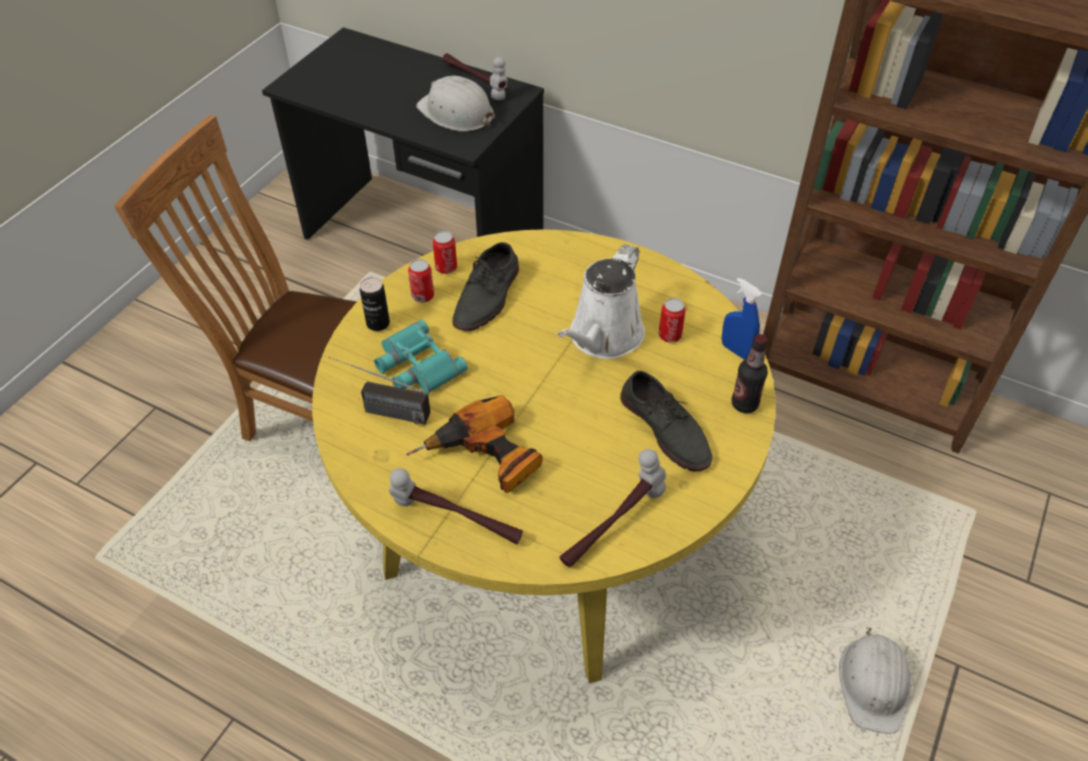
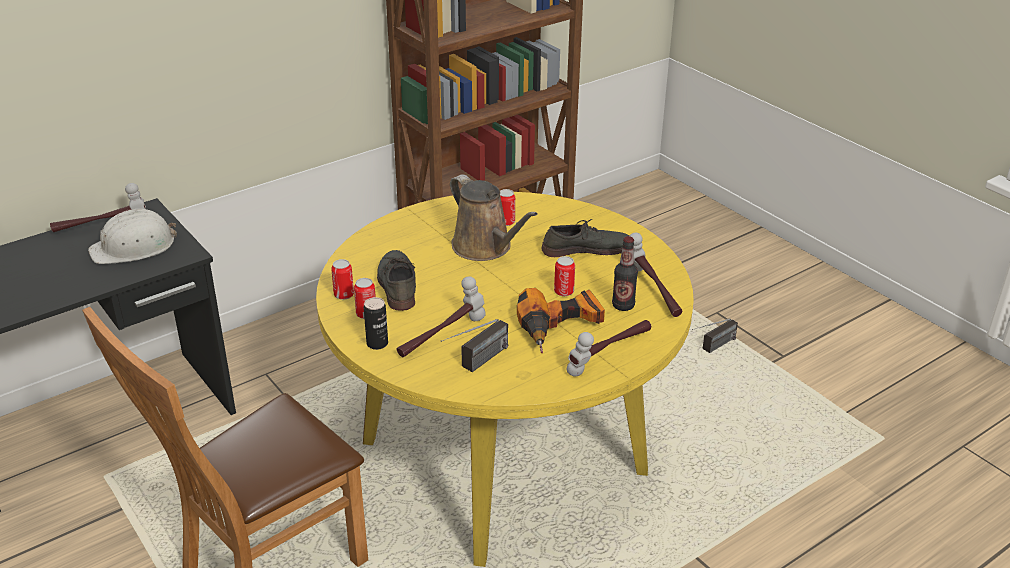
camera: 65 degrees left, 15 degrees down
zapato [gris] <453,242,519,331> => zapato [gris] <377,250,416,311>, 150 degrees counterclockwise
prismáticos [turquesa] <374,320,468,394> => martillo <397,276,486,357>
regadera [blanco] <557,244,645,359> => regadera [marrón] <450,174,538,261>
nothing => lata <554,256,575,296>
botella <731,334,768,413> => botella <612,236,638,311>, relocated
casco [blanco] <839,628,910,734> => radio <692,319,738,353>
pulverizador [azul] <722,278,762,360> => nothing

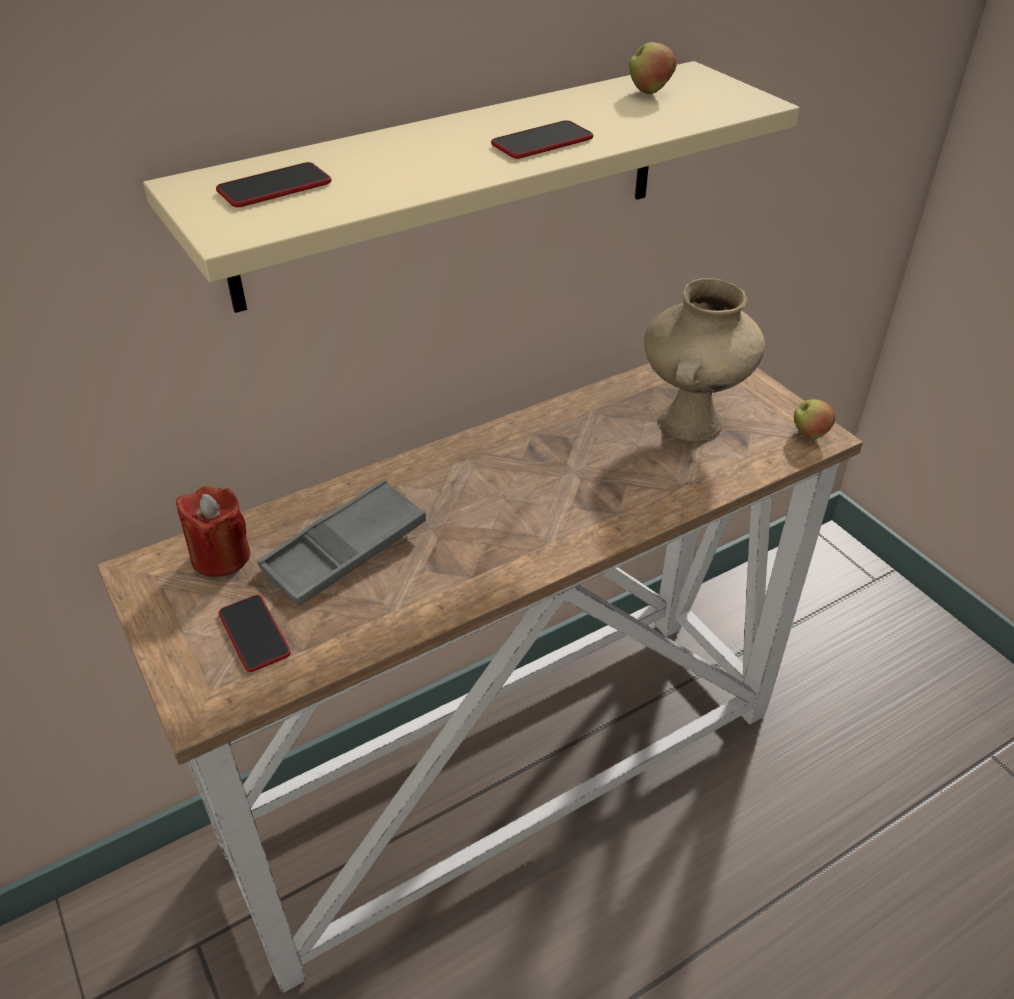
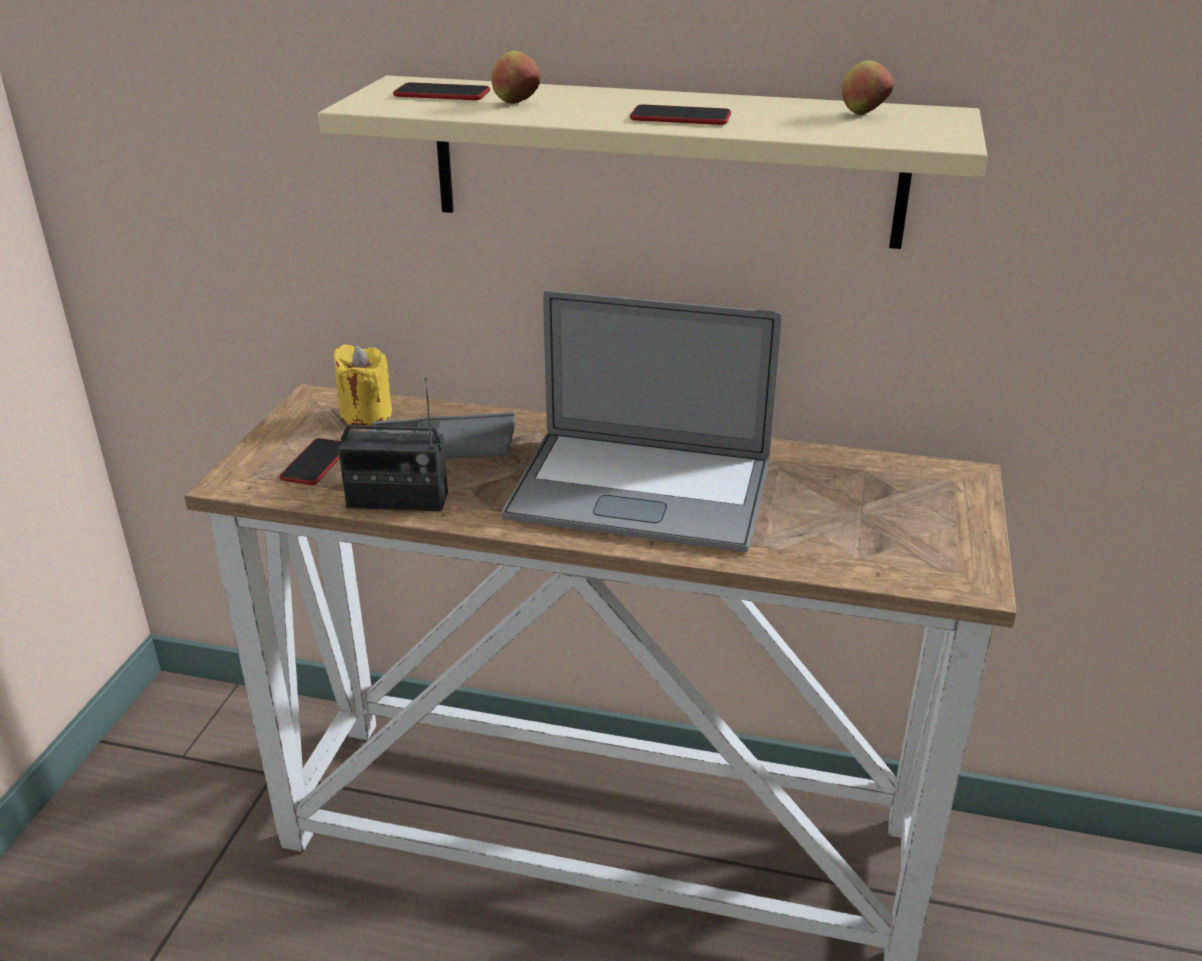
camera: 45 degrees right, 10 degrees down
vela [rojo] <176,486,250,577> => vela [amarillo] <333,344,392,426>
nothing => radio <338,378,448,511>
manzana <794,399,835,439> => manzana <492,51,541,104>, relocated
nothing => portátil <502,290,782,552>
florero [beis] <644,278,765,441> => nothing

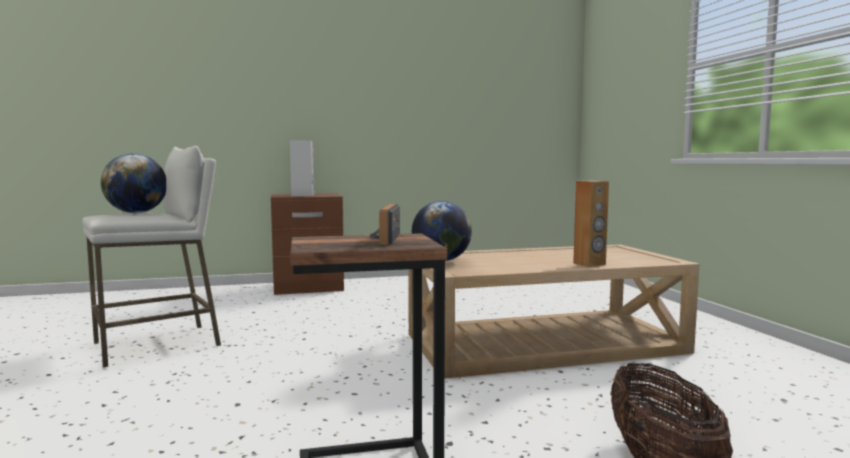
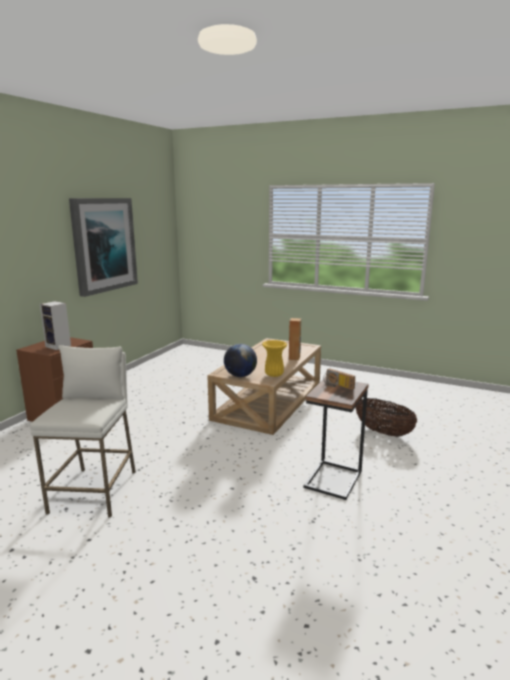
camera: 50 degrees left, 10 degrees up
nothing => cuadro <69,198,138,297>
nothing => florero [amarillo] <262,340,287,377>
globo terráqueo <101,154,166,213> => nothing

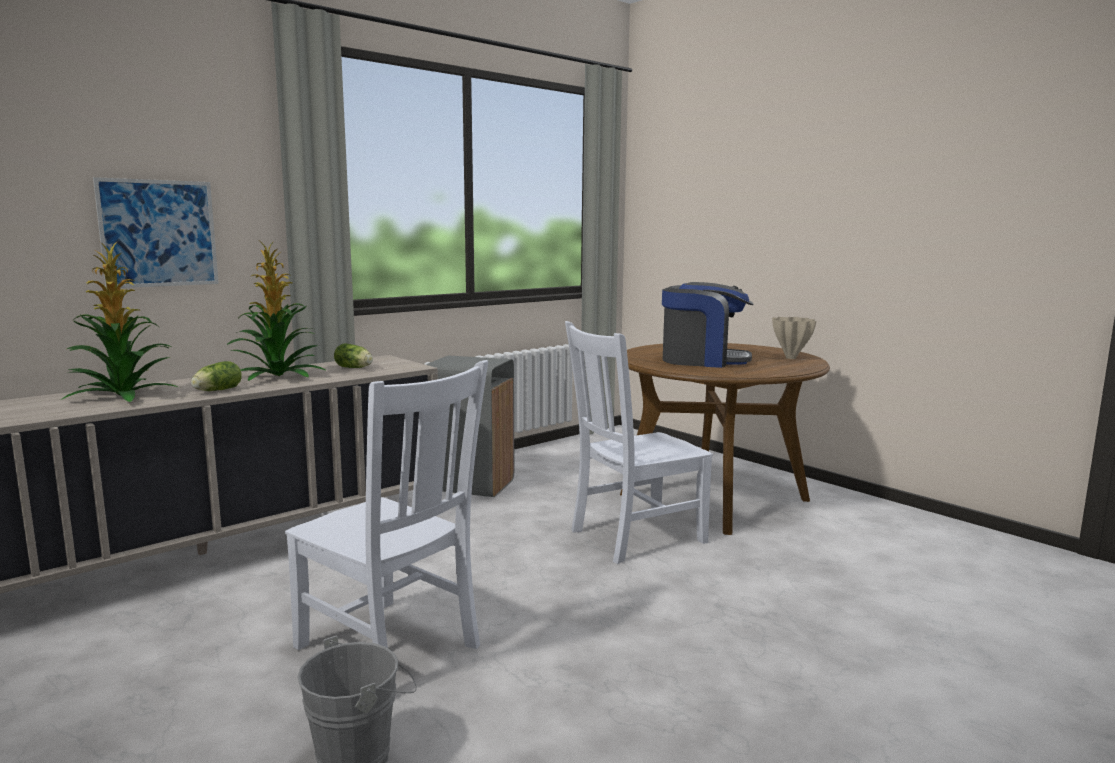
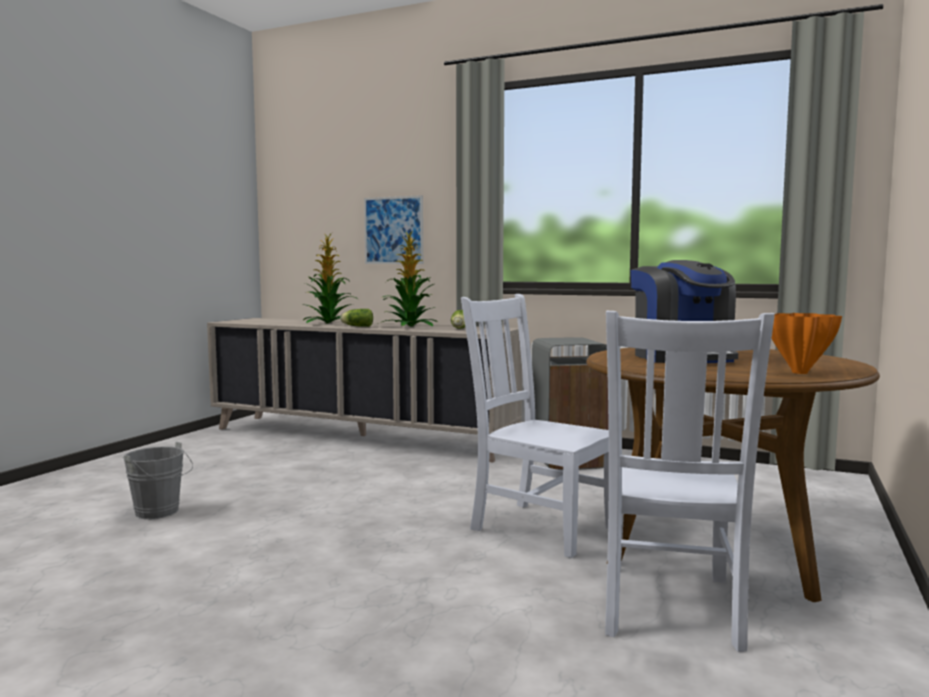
camera: 65 degrees right, 5 degrees down
silla [blanco] <285,360,488,650> => silla [blanco] <605,311,775,652>, relocated
florero [beis] <772,317,816,359> => florero [naranja] <771,313,842,374>

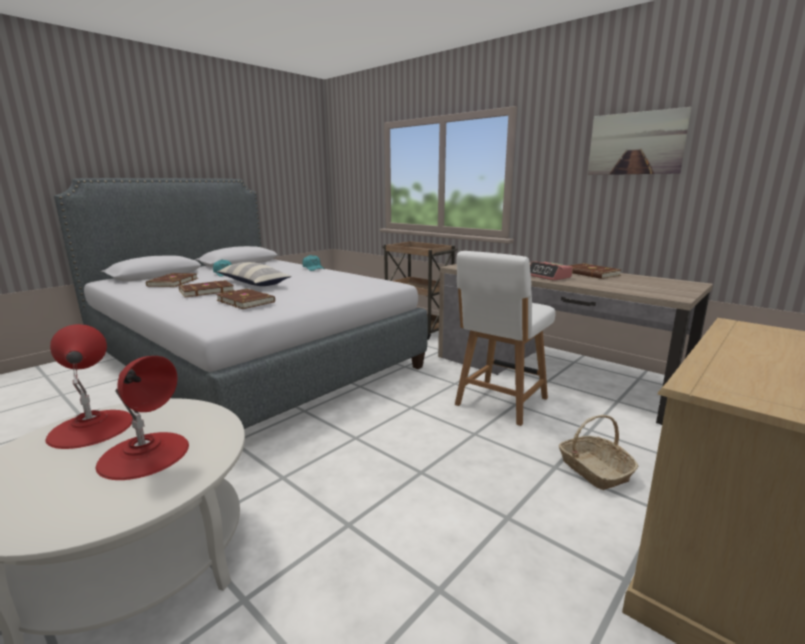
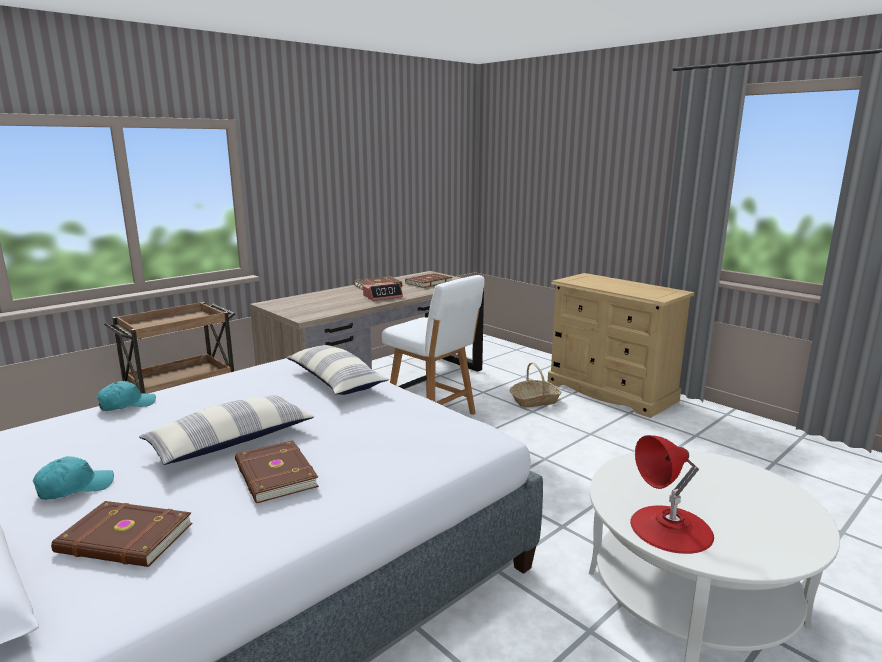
camera: 85 degrees left, 0 degrees up
nothing => cojín <286,345,389,395>
libro [marrón] <216,289,275,309> => libro [marrón] <405,273,453,288>, relocated
lámpara de mesa [rojo] <96,356,189,480> => nothing
cuadro <588,107,692,175> => nothing

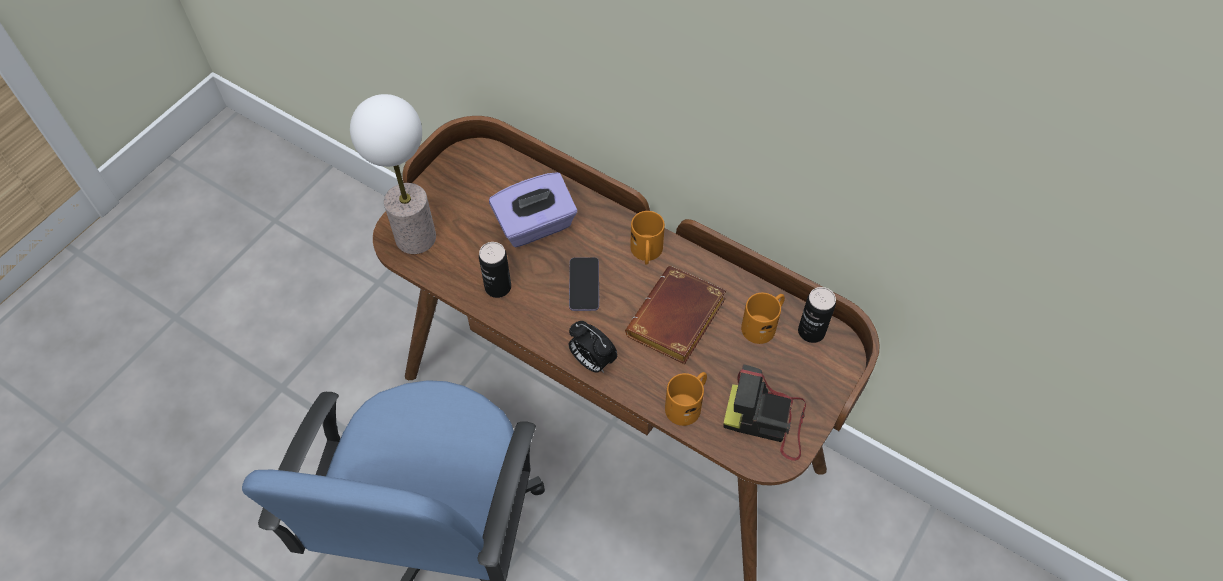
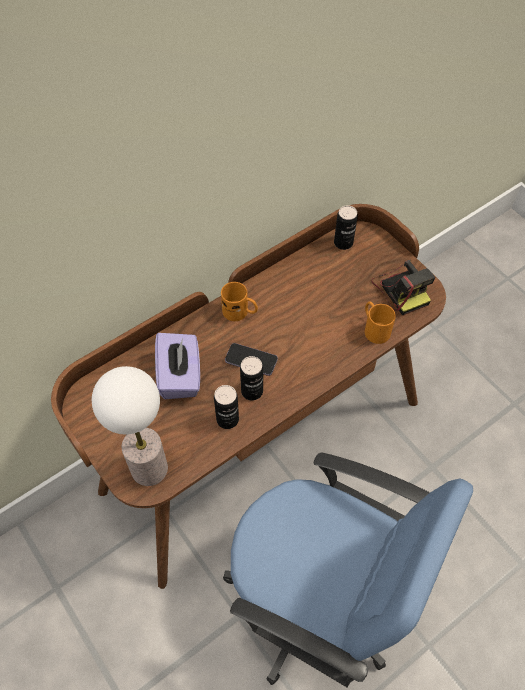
camera: 70 degrees left, 0 degrees up
nothing => lata <240,356,263,401>
cámara <723,364,806,461> => cámara <371,260,435,315>, 60 degrees counterclockwise
despertador <569,321,618,373> => nothing
libro [marrón] <625,266,726,364> => nothing
taza grande [naranja] <741,293,785,344> => nothing

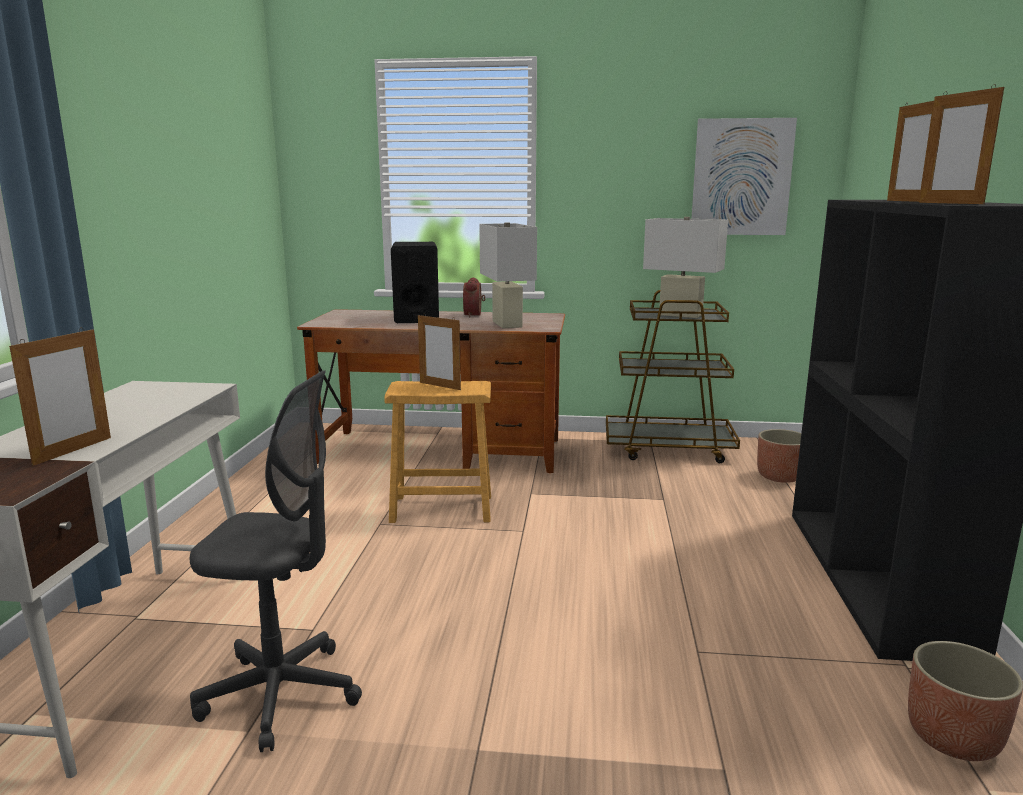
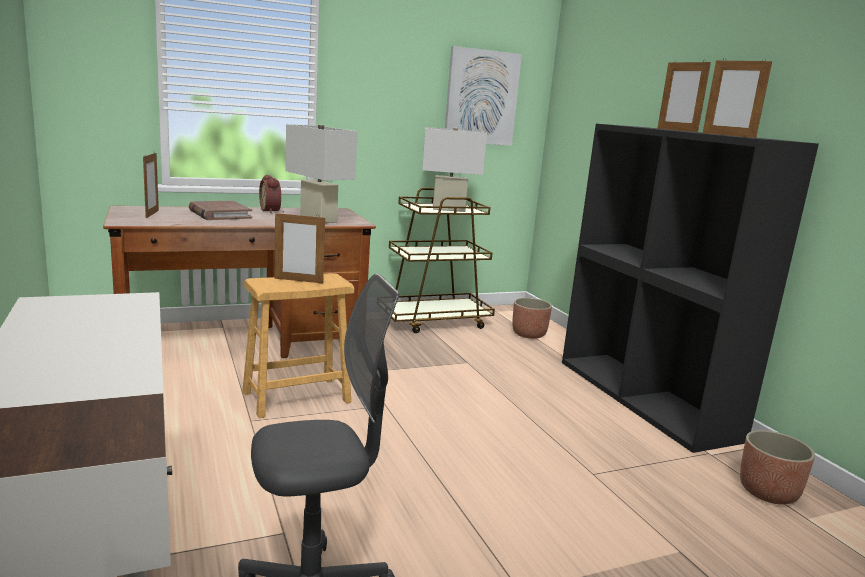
camera: 30 degrees left, 0 degrees up
portarretratos <9,328,111,466> => portarretratos <143,151,159,218>, relocated
altavoz [negro] <391,242,439,323> => libro [marrón] <189,200,252,220>

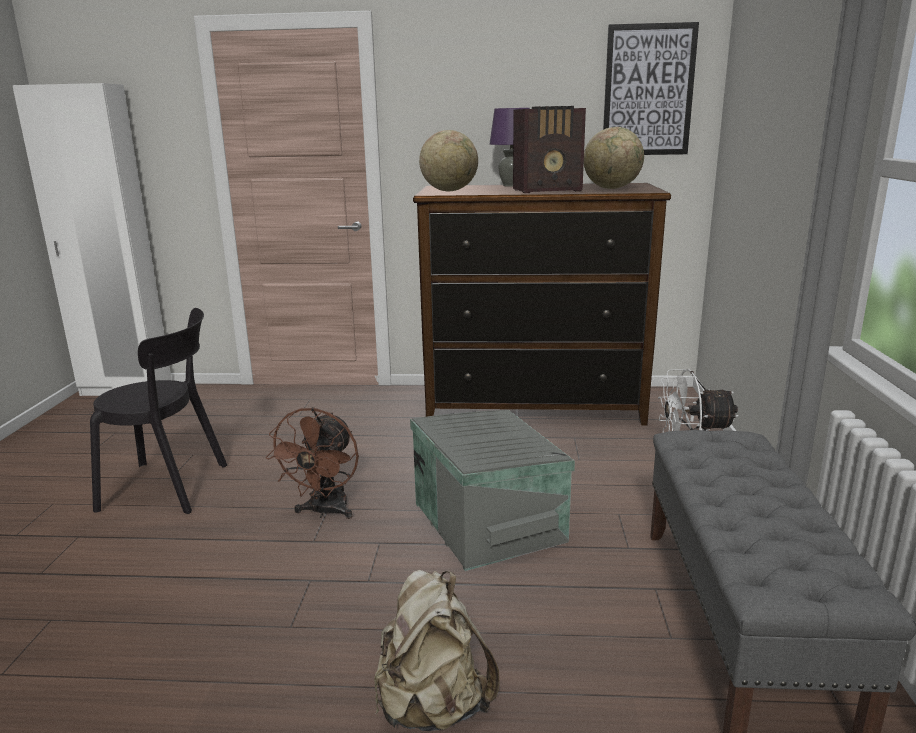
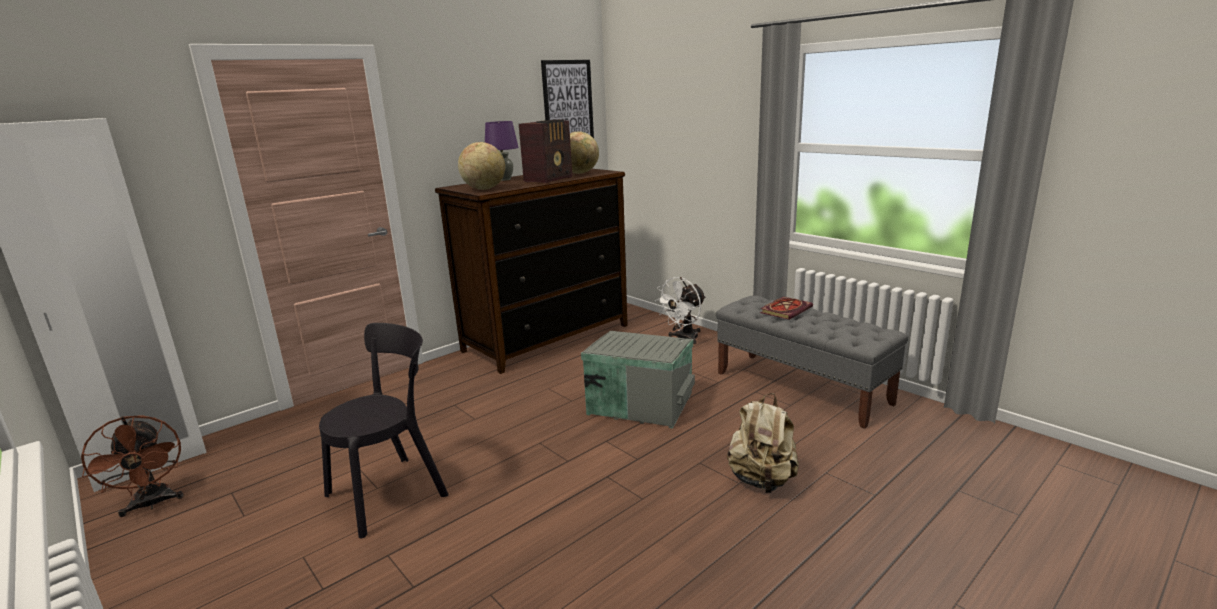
camera: 45 degrees left, 0 degrees up
ventilador [marrón] <266,407,359,519> => ventilador [marrón] <81,415,184,517>, relocated
nothing => libro <760,297,813,320>

